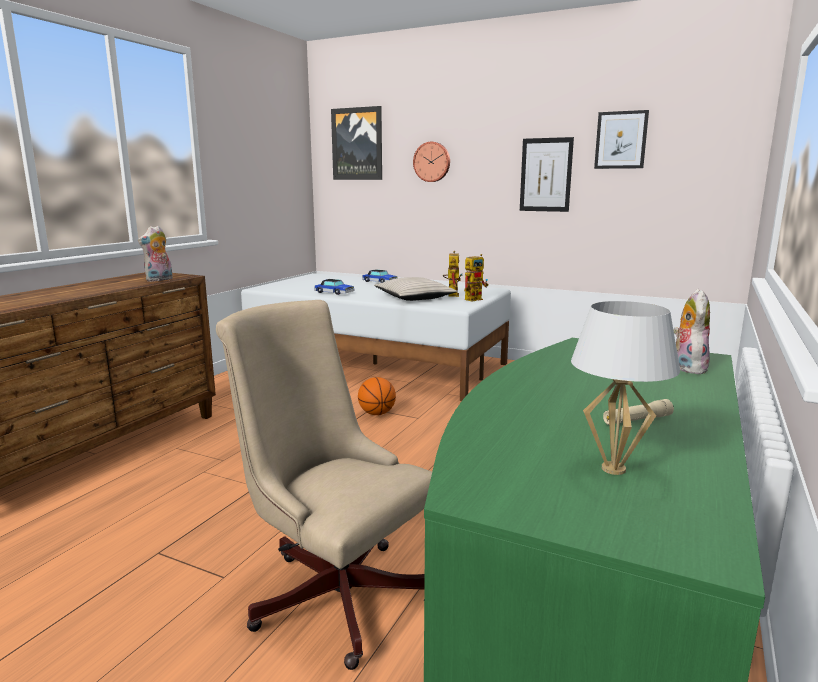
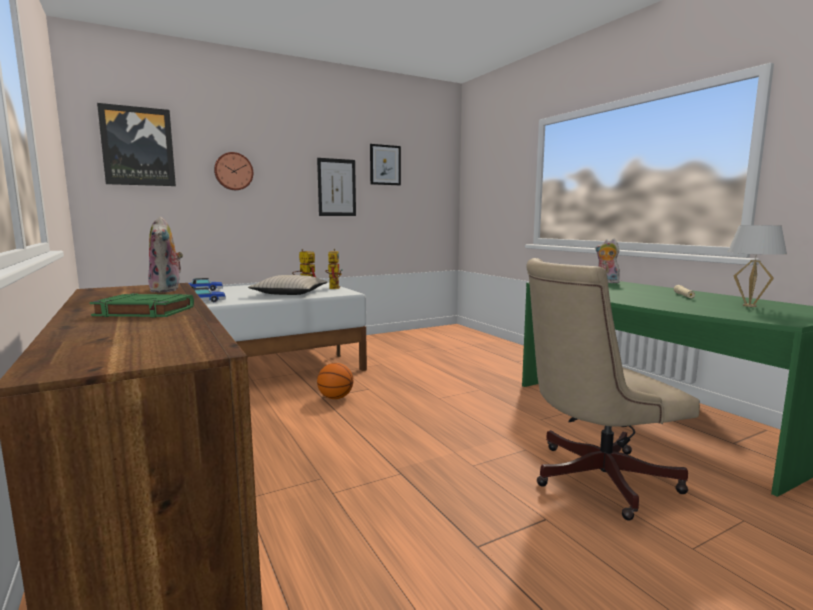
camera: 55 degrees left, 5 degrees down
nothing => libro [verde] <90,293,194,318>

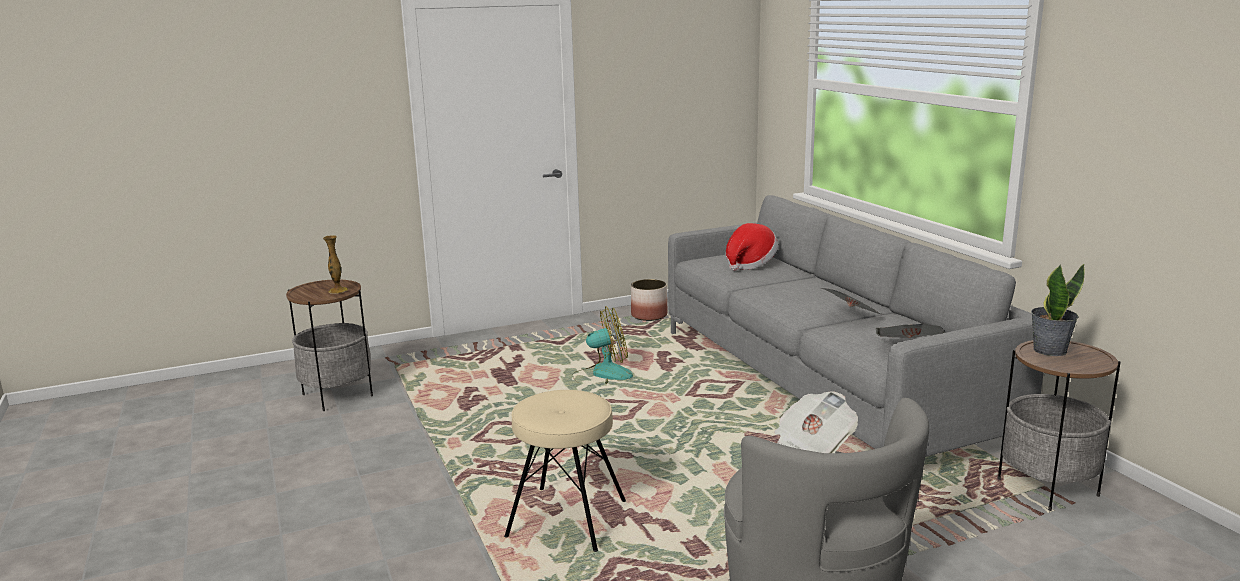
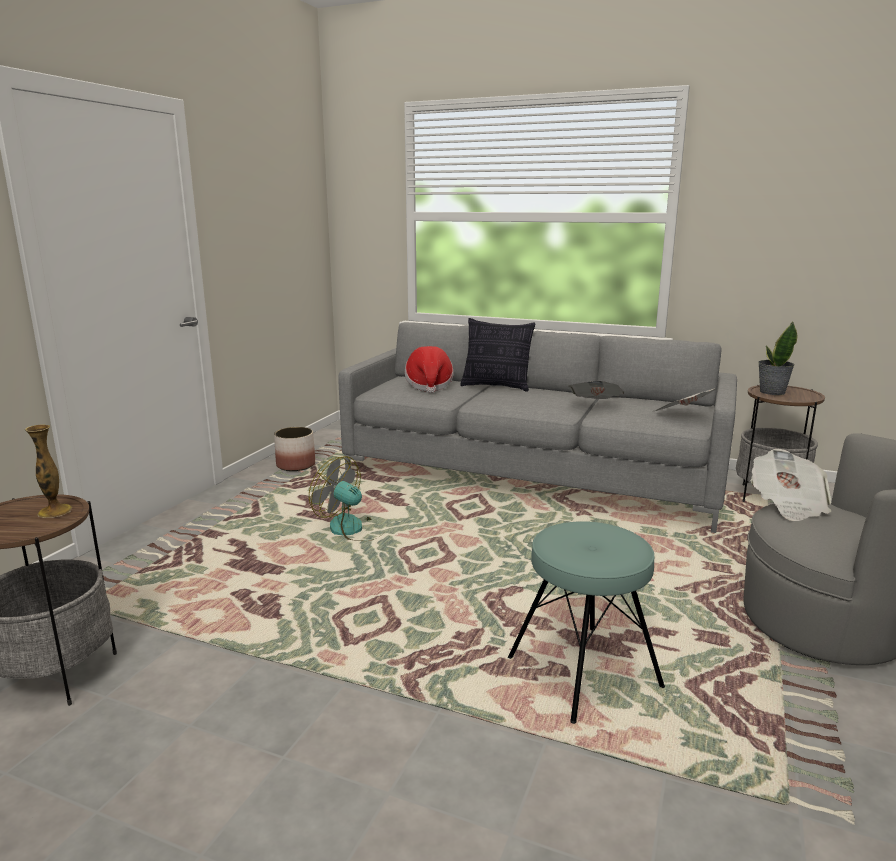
camera: 45 degrees left, 0 degrees up
ventilador <573,306,633,384> => ventilador <309,456,387,541>, 90 degrees counterclockwise
nothing => cojín <460,318,535,392>
taburete [beis] <504,390,626,552> => taburete [turquesa] <508,521,665,724>

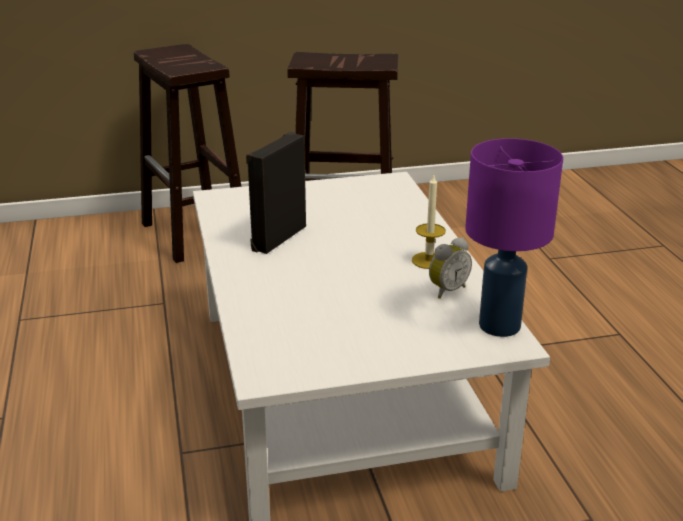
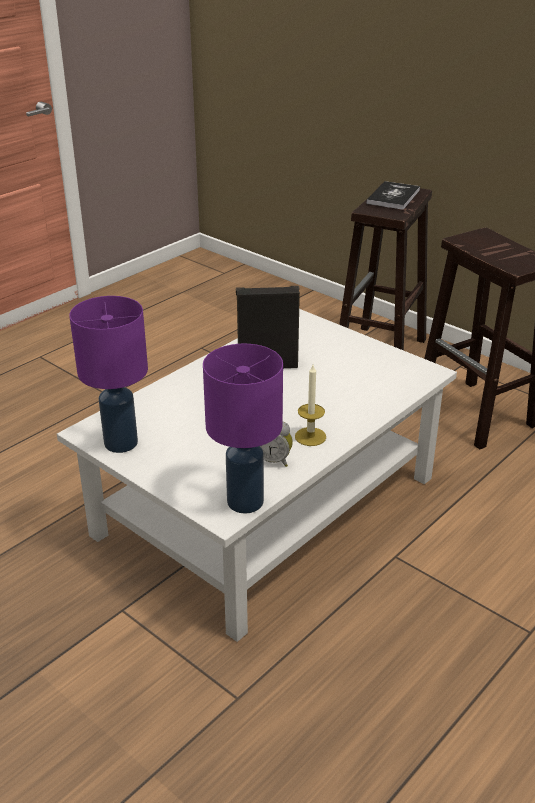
camera: 55 degrees right, 5 degrees up
nothing => lámpara de mesa [morado] <69,296,148,453>
nothing => libro <366,181,420,210>

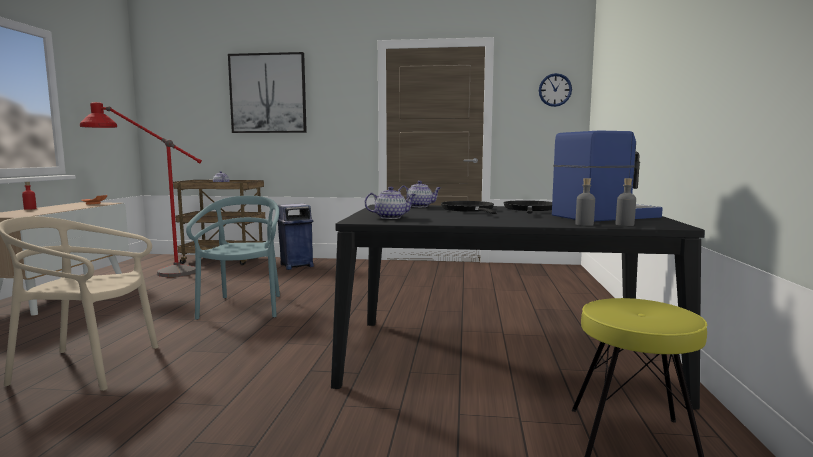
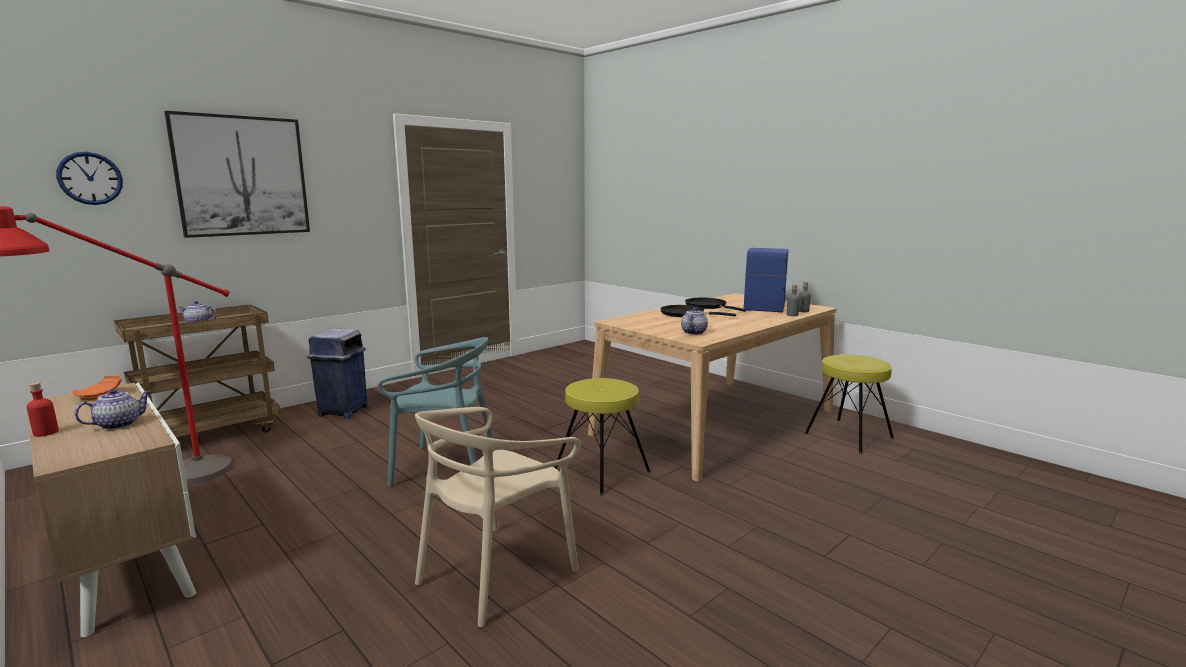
camera: 50 degrees left, 5 degrees up
reloj de pared <539,73,572,107> => reloj de pared <56,152,123,205>, relocated
tetera <398,181,441,207> => tetera <75,389,151,430>, relocated
silla [turquesa] <186,196,280,320> => silla [turquesa] <377,337,494,487>, 150 degrees clockwise
nothing => taburete [amarillo] <554,378,651,496>
mesa de comedor [negro] <331,205,705,410> => mesa de comedor [beis] <588,293,837,481>

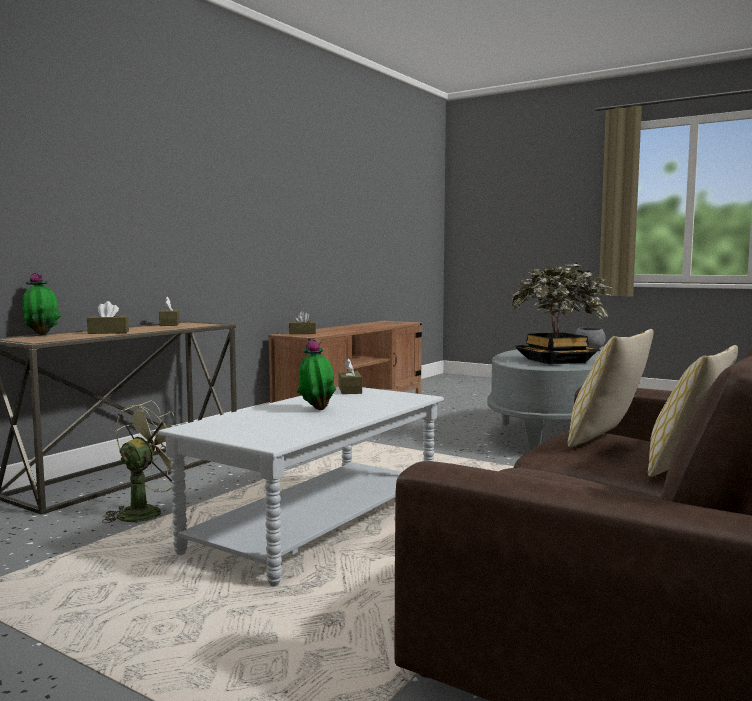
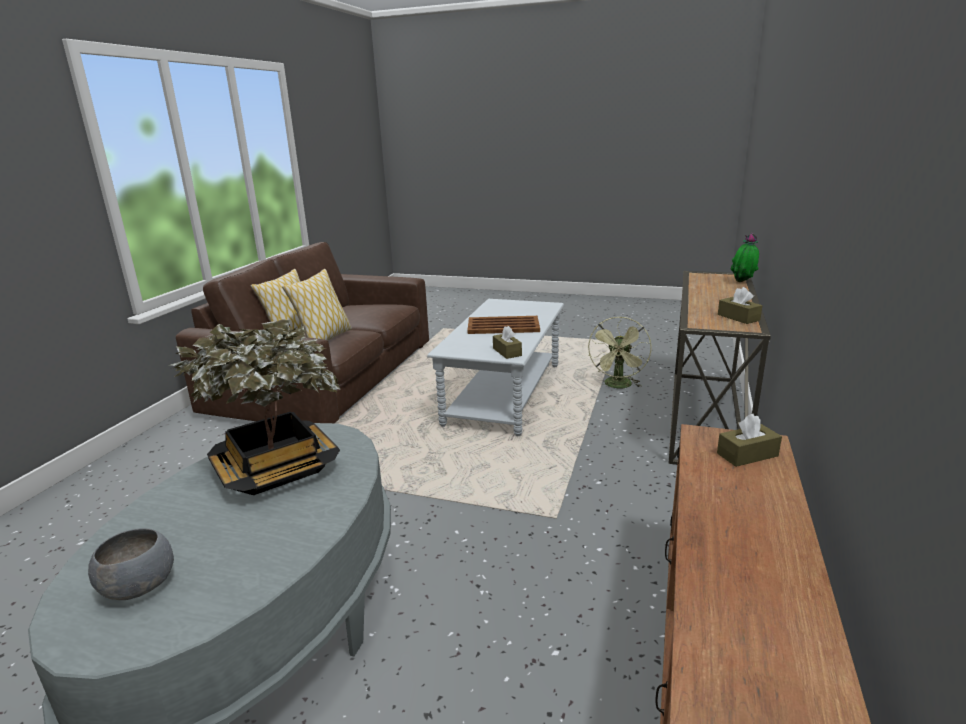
camera: 165 degrees right, 15 degrees up
planta en maceta <297,338,336,410> => bandeja [marrón] <467,316,540,334>
caja de pañuelos [marrón] <87,301,129,334> => nothing

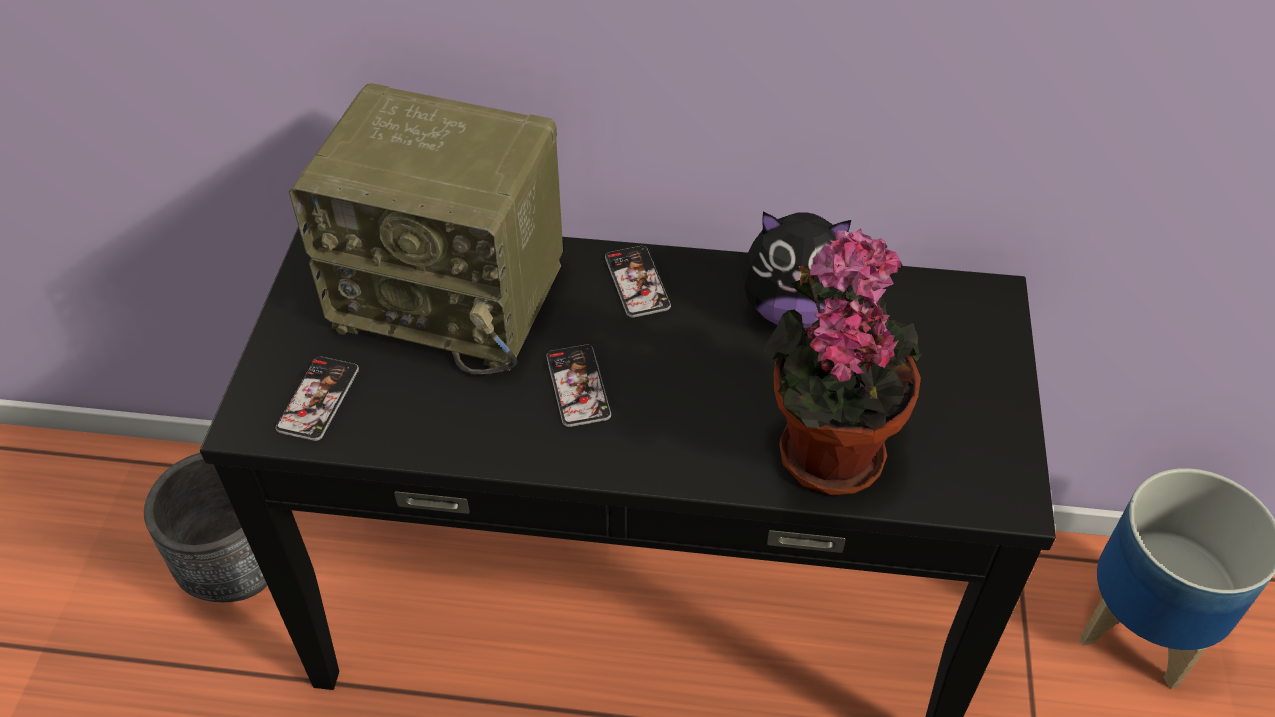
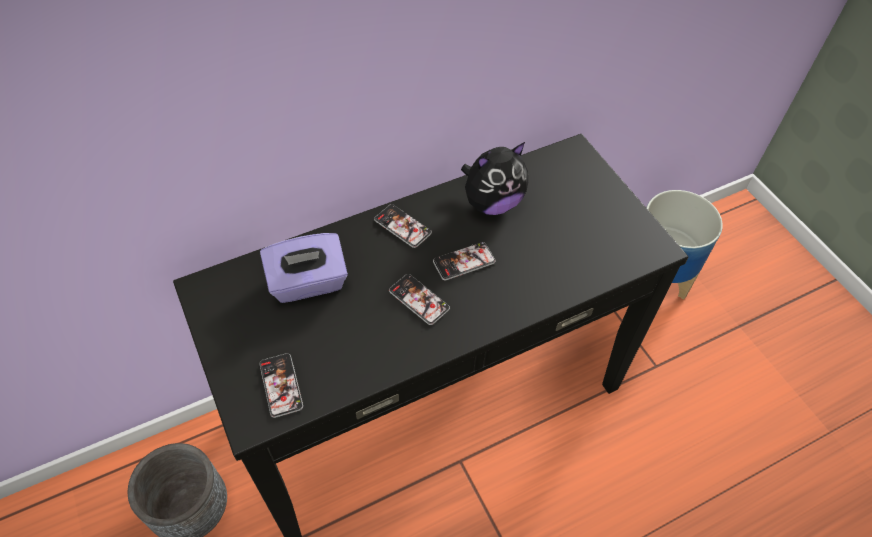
camera: 35 degrees left, 5 degrees up
radio <289,83,563,375> => caja de pañuelos [morado] <260,233,348,303>
nothing => móvil <433,242,496,281>
planta en maceta <764,228,922,496> => nothing

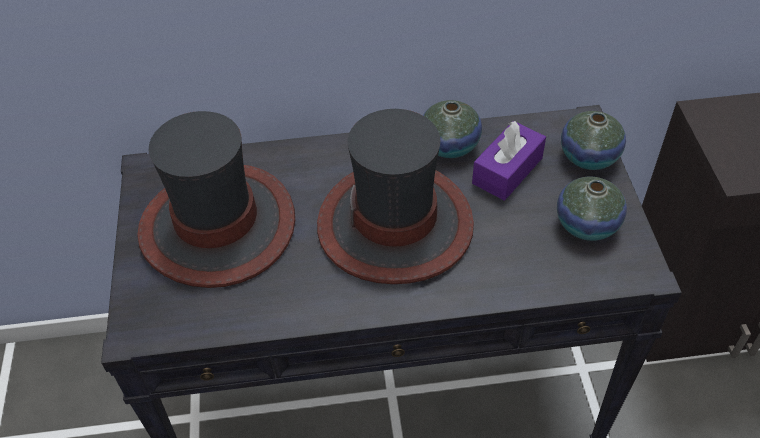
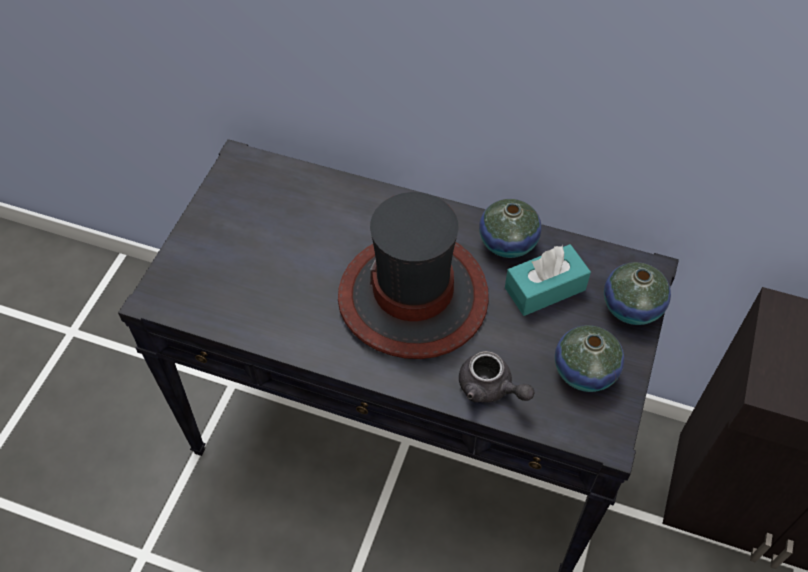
camera: 25 degrees right, 5 degrees up
nothing => tetera [gris] <459,351,535,402>
caja de pañuelos [morado] <472,121,546,200> => caja de pañuelos [turquesa] <505,244,591,316>
sombrero <138,111,295,288> => nothing

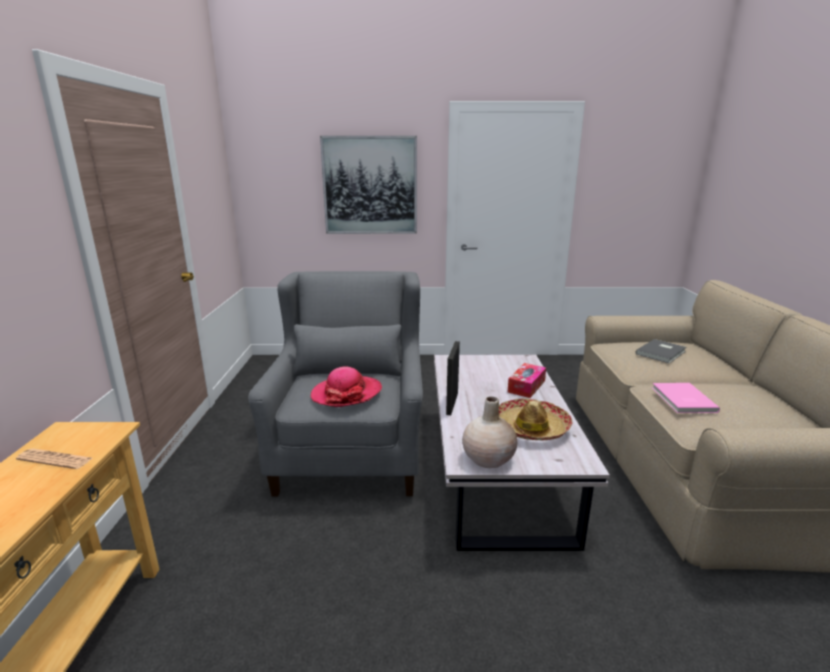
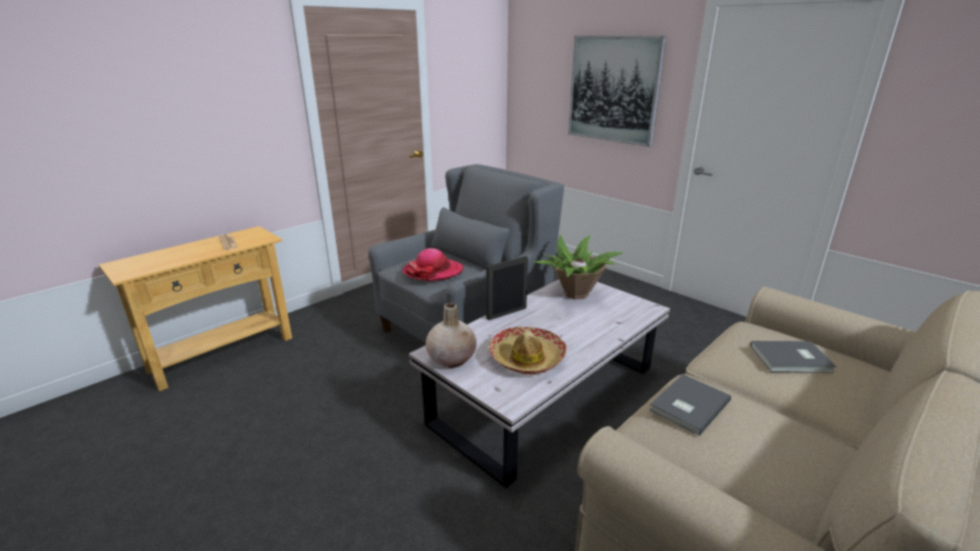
camera: 45 degrees right, 5 degrees up
nothing => planta en maceta <533,235,623,300>
libro [rosa] <652,383,720,413> => libro [gris] <650,374,731,436>
caja de pañuelos <508,363,546,398> => nothing

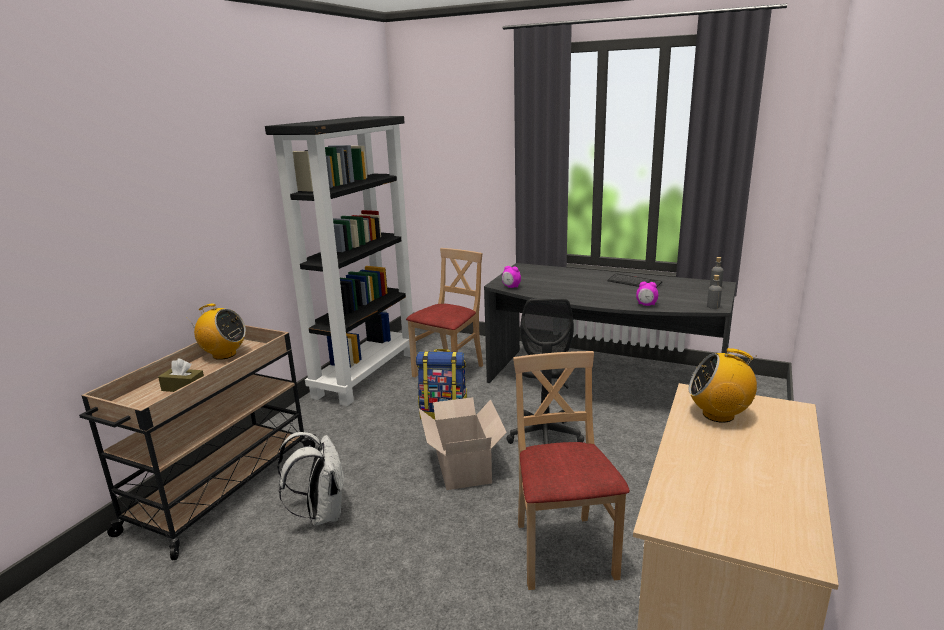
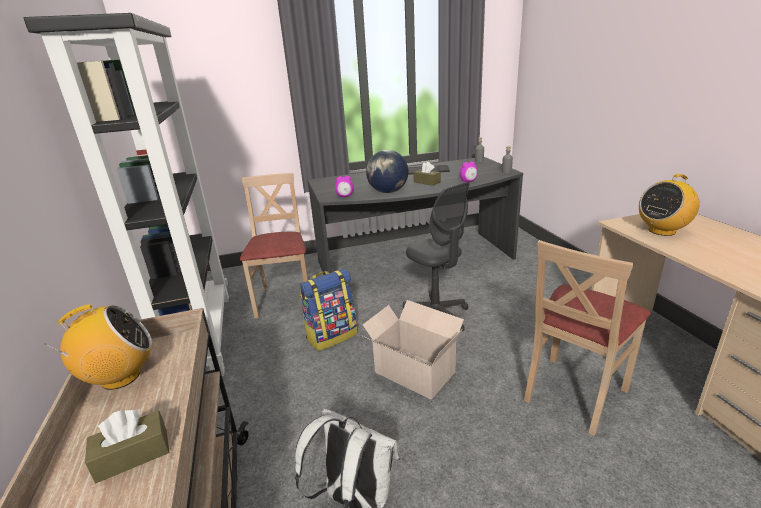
camera: 40 degrees left, 5 degrees up
nothing => globo terráqueo <366,150,409,193>
nothing => caja de pañuelos [marrón] <413,162,441,186>
silla [beis] <513,351,630,590> => silla [beis] <524,240,650,436>, 90 degrees counterclockwise

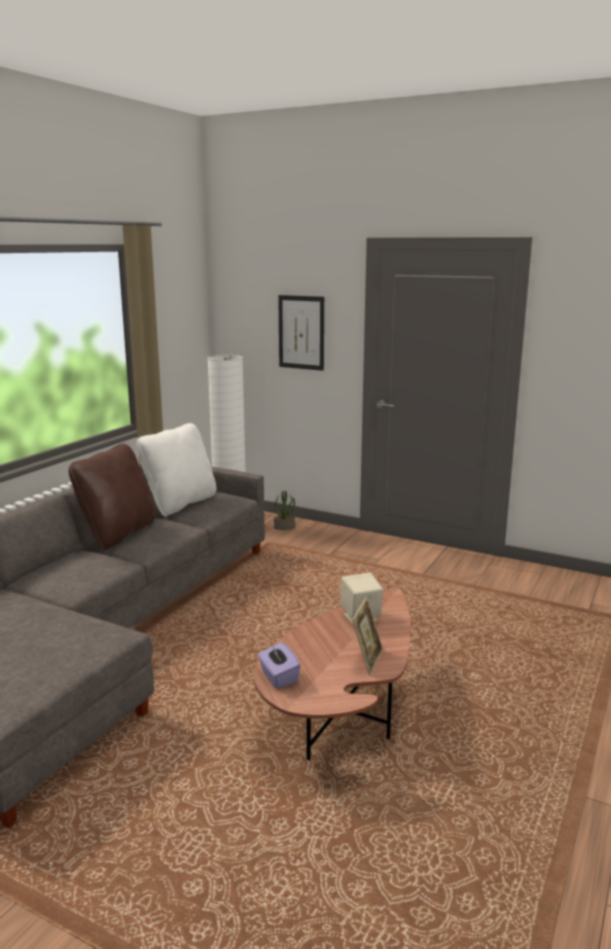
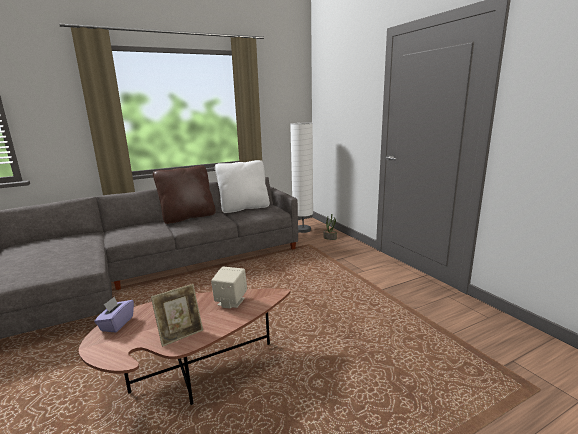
camera: 35 degrees right, 0 degrees up
cuadro <278,295,324,371> => nothing

